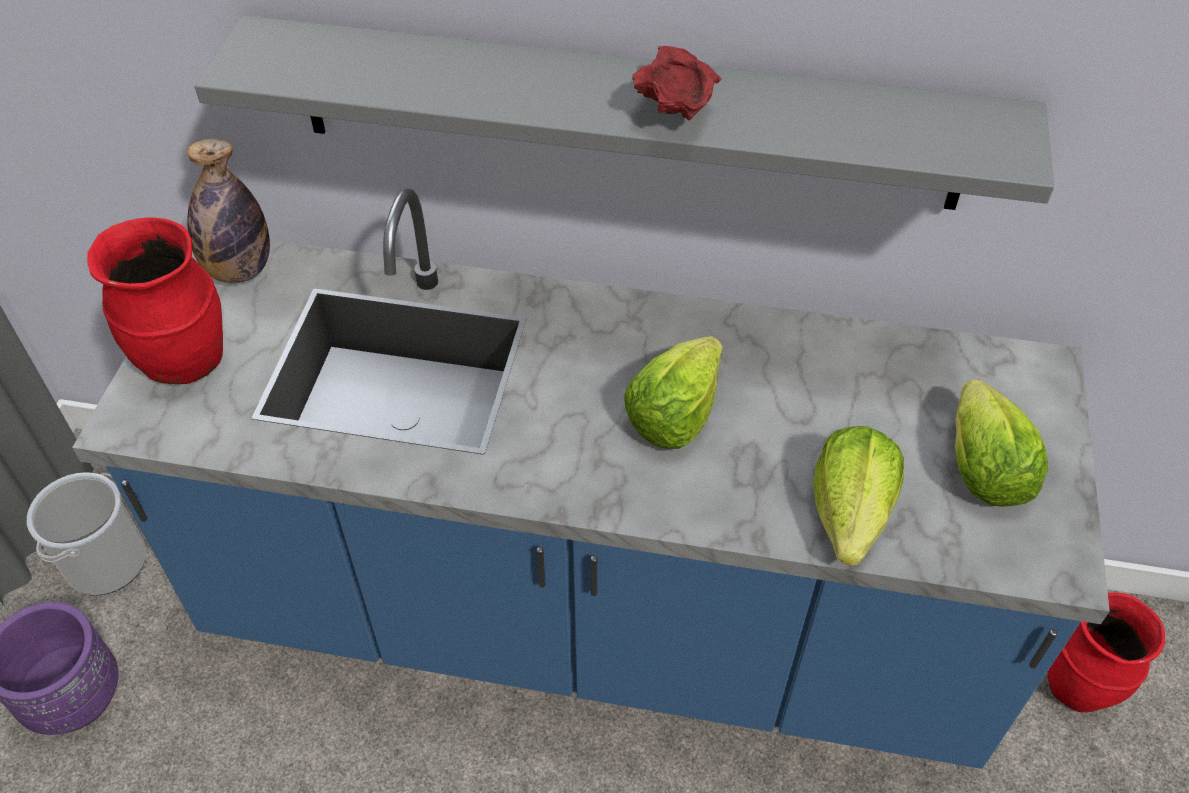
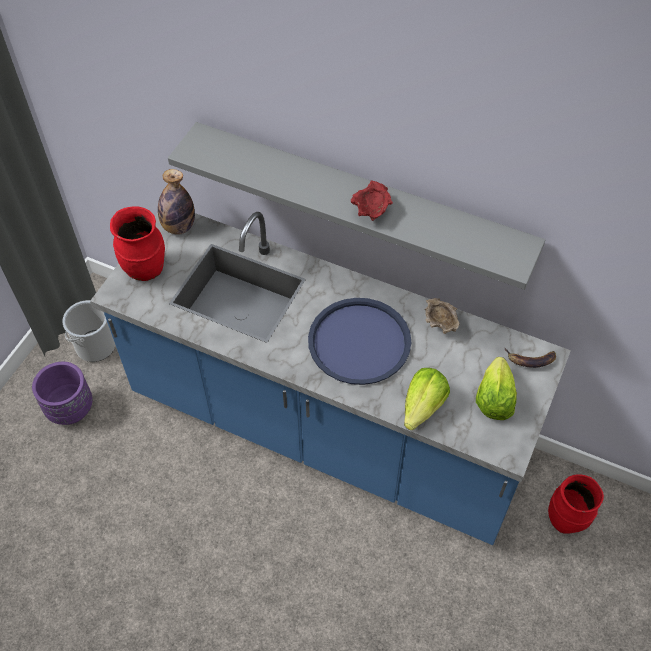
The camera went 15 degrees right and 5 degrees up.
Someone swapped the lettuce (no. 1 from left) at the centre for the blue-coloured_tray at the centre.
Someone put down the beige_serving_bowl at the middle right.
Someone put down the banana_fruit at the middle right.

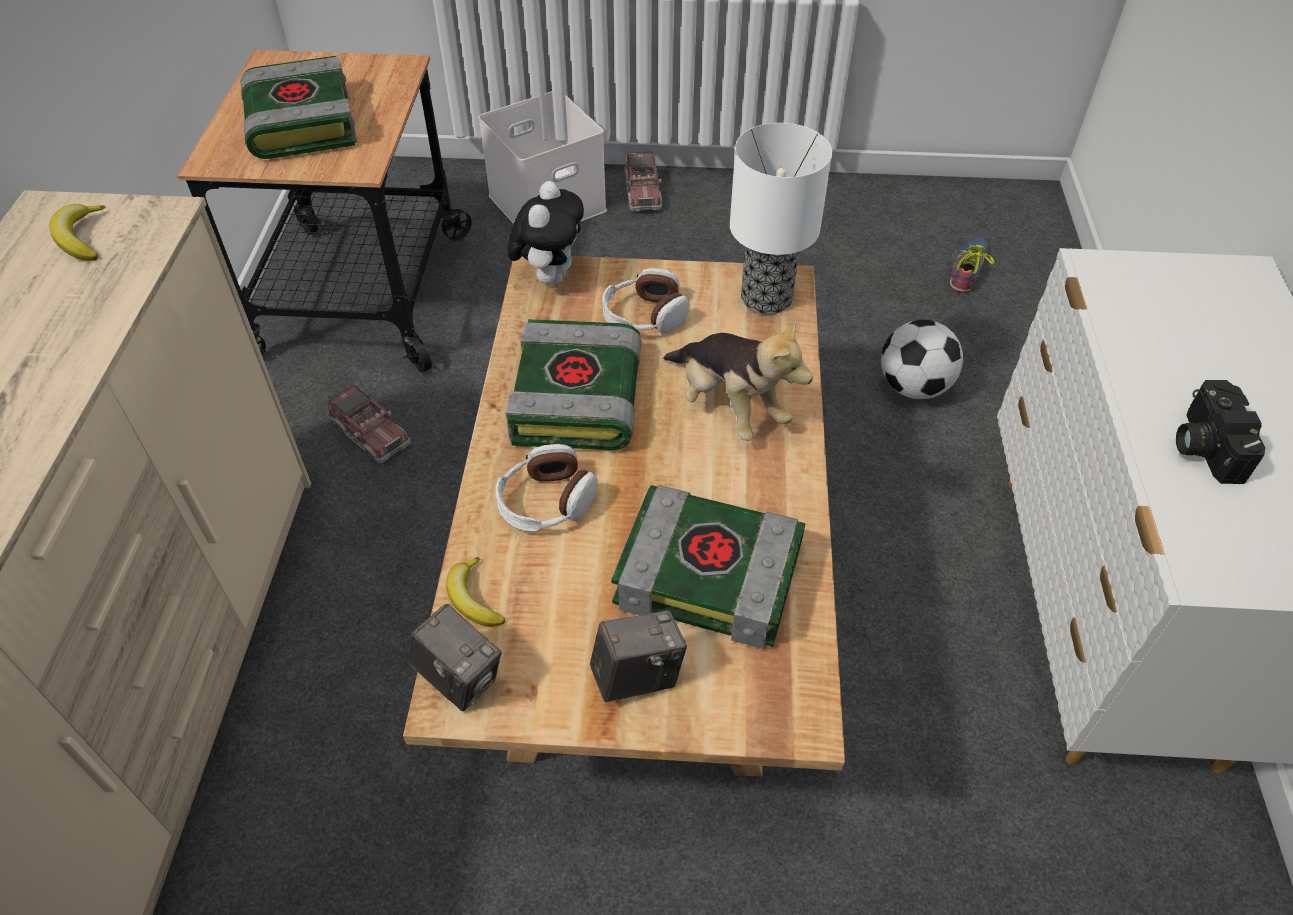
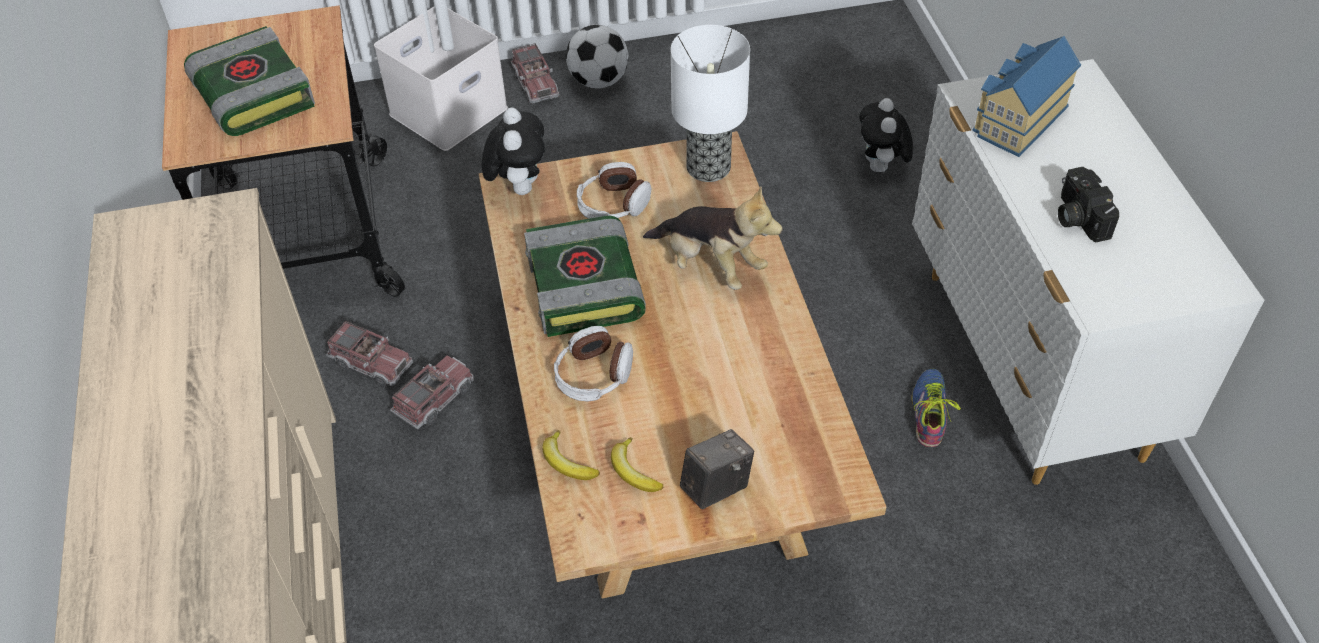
The camera went 15 degrees left and 0 degrees up.
Someone carried the banana_fruit (no. 1 from left in the first image) from the top left to the bottom centre.
Someone carried the low_shoe from the top right to the middle right.
Someone carried the football_ball from the middle right to the top centre.
Someone took away the volume (no. 3 from left) at the centre.
Someone took away the still_camera (no. 1 from left) at the bottom centre.
Someone put down the miniature_house at the top right.
Someone put down the soft_toy (no. 3 from left) at the top right.
Someone put down the model_truck (no. 2 from left) at the middle left.

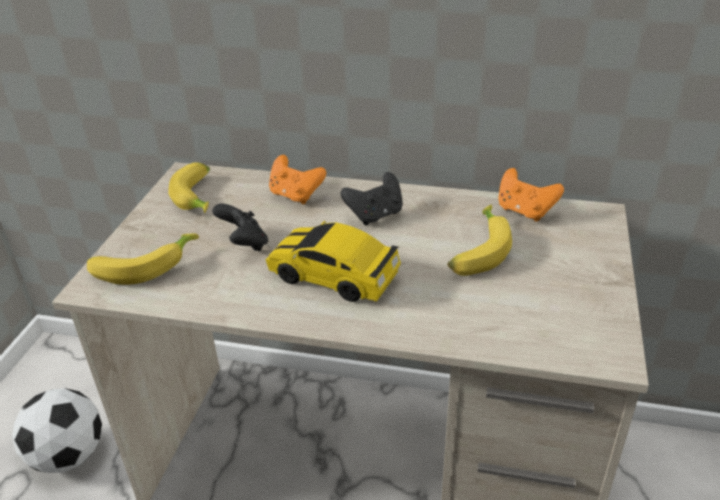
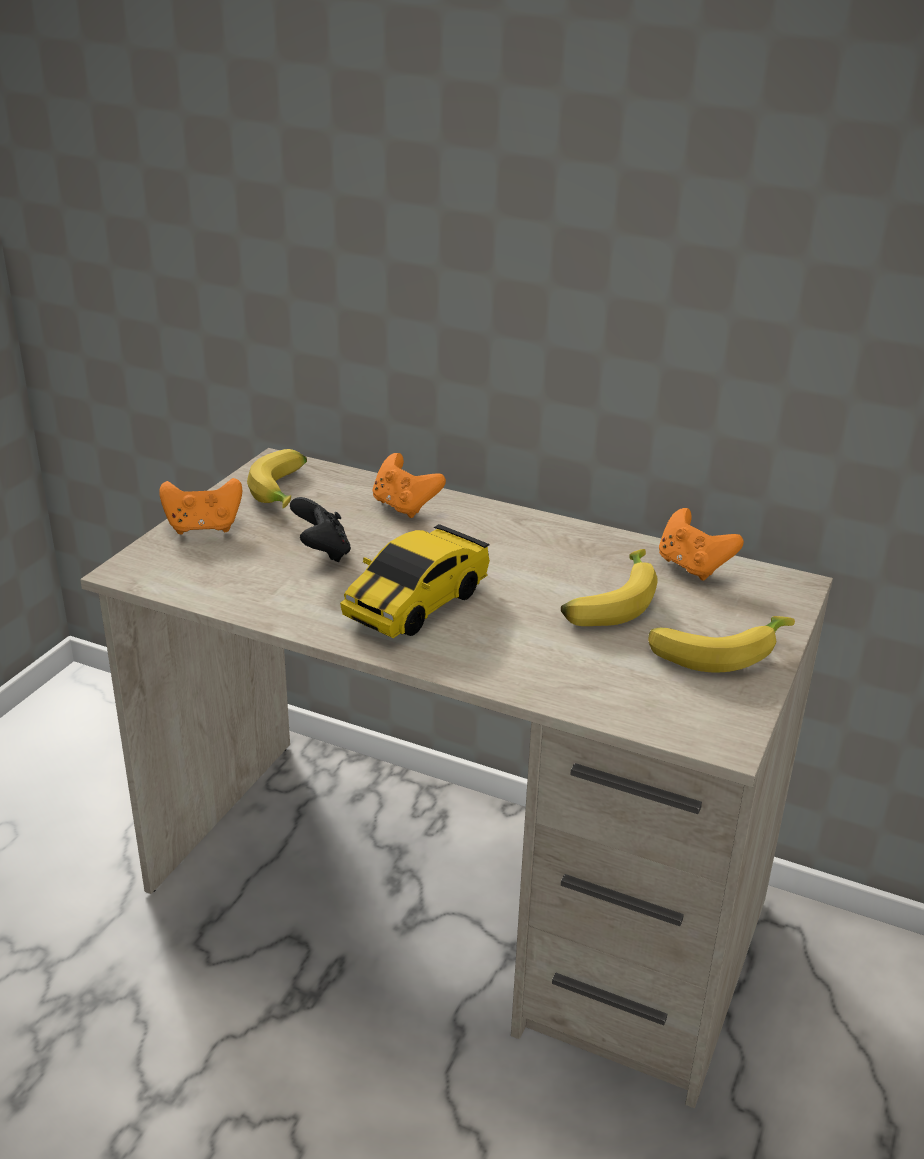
The camera went 10 degrees right and 5 degrees down.
Someone took away the black_joypad (no. 2 from left) at the centre.
Someone rotated the model_car at the centre by 90 degrees counterclockwise.
Someone carried the banana_fruit (no. 1 from left in the first image) from the middle left to the middle right.
Someone took away the football_ball at the bottom left.
Someone put down the orange_joypad (no. 1 from left) at the middle left.

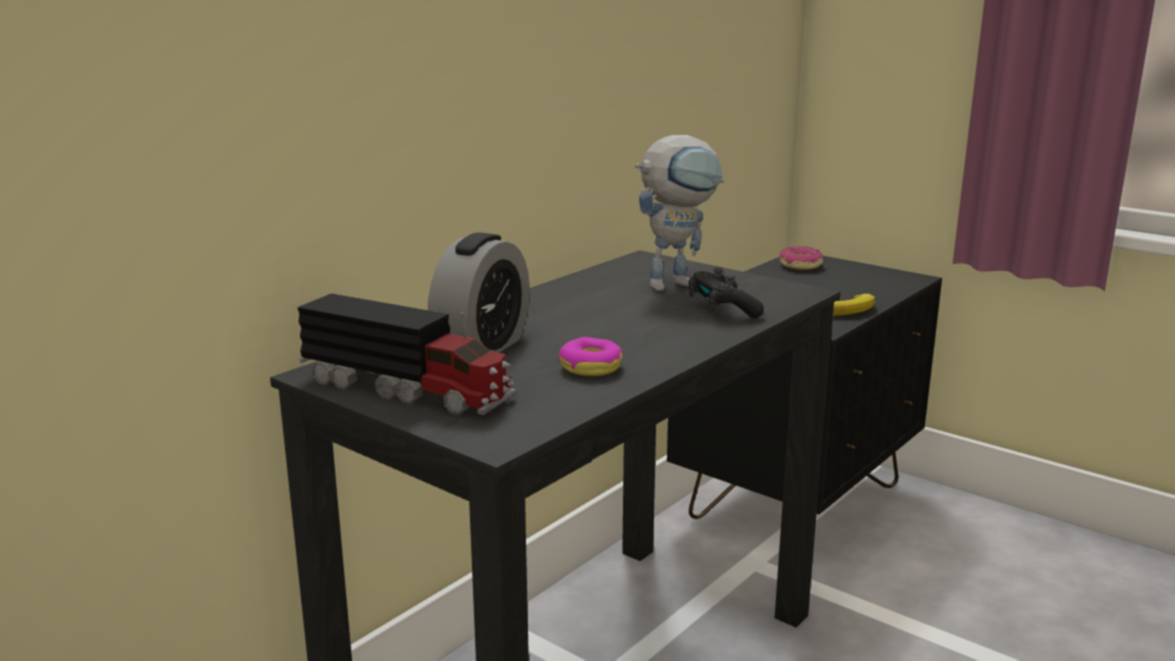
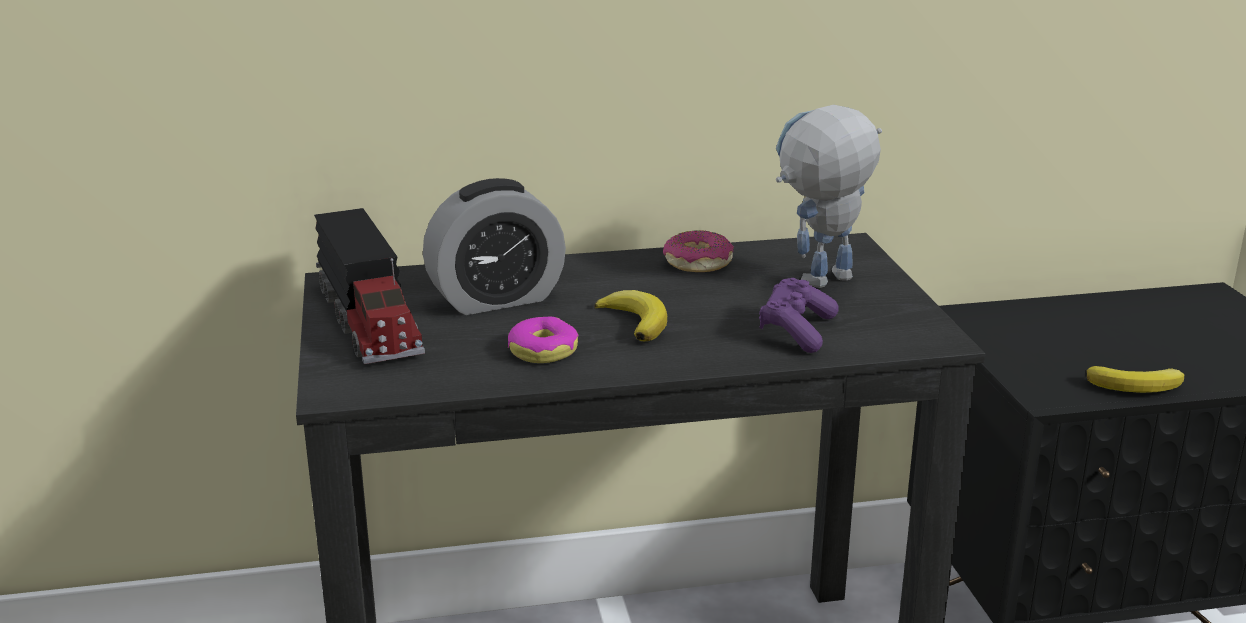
The camera went 40 degrees right and 5 degrees up.
Someone rotated the toy_robot at the top centre by 135 degrees clockwise.
Someone carried the donut (no. 2 from left) from the middle right to the centre.
Someone repainted the black_joypad at the centre, which became the purplish_joypad at the centre.
Someone put down the banana_fruit (no. 1 from left) at the centre.

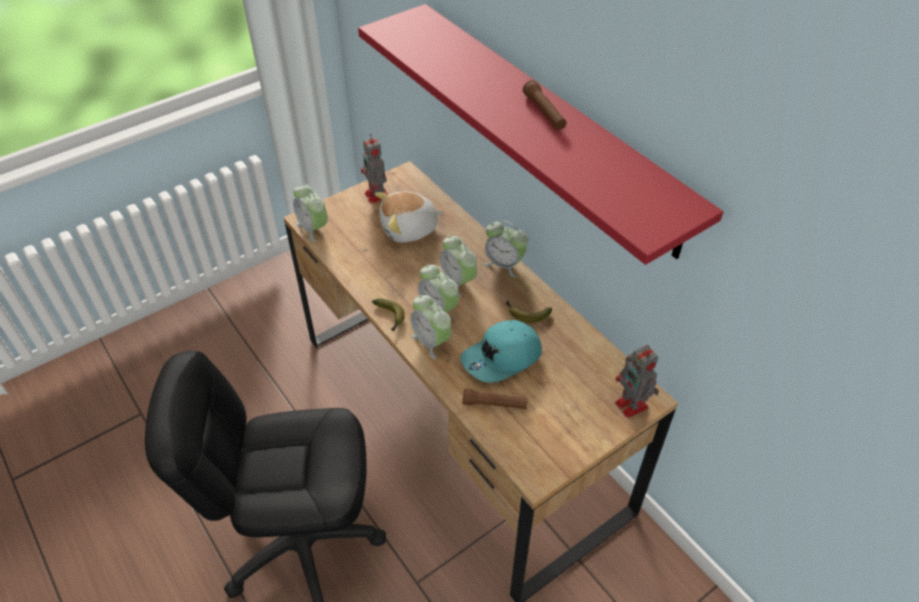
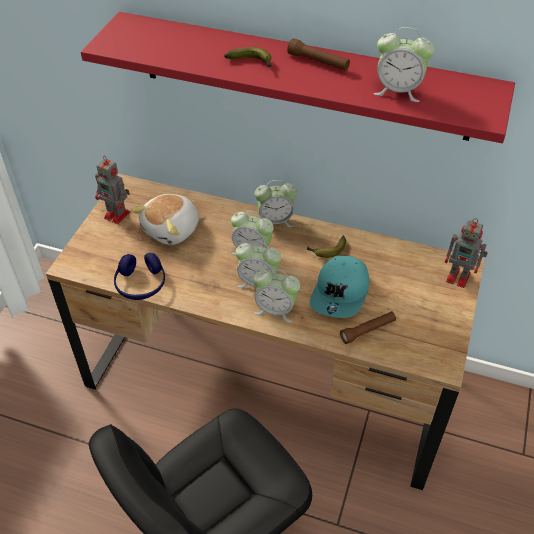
The camera went 35 degrees left and 0 degrees up.
Someone carried the alarm_clock (no. 1 from left in the first image) from the centre to the top right.
Someone carried the banana_fruit (no. 1 from left) from the centre to the top centre.
Someone put down the blue-coloured_pair_of_headphones at the middle left.

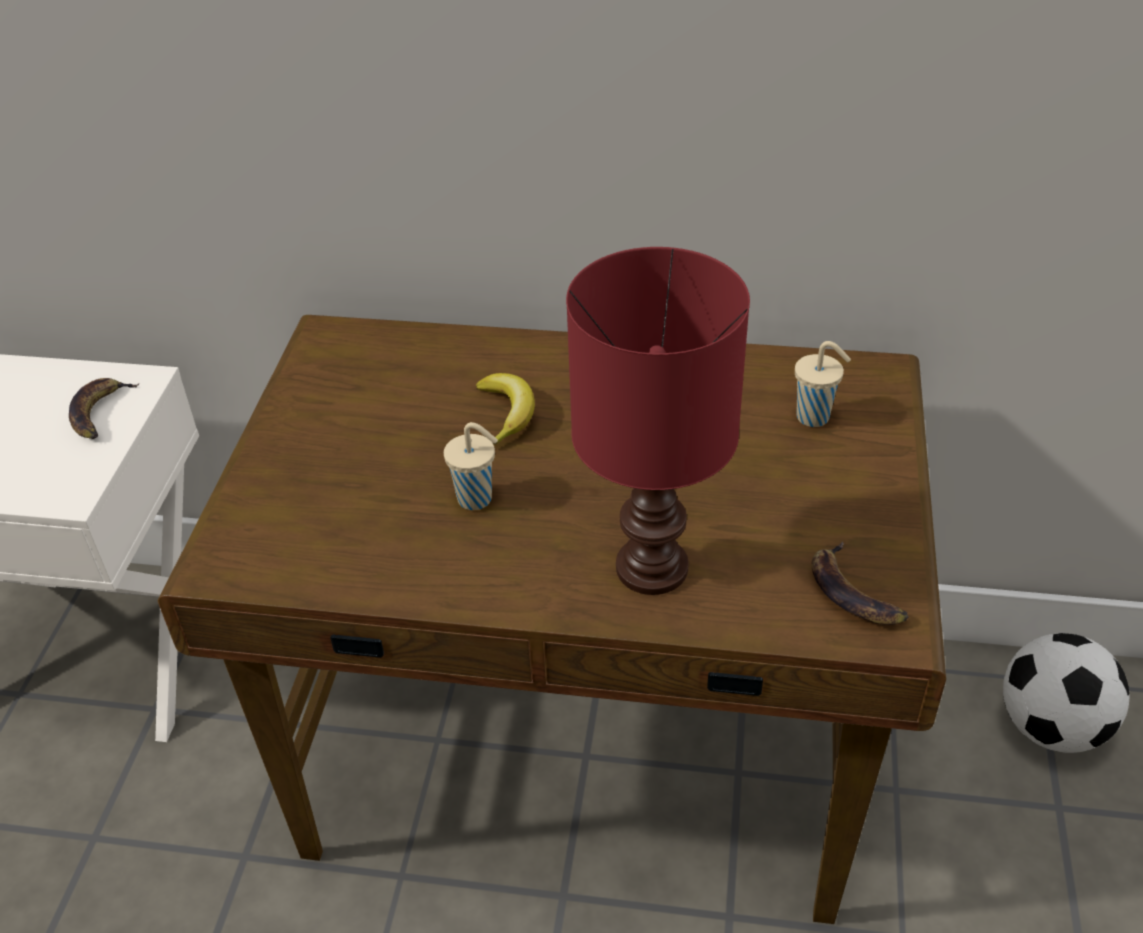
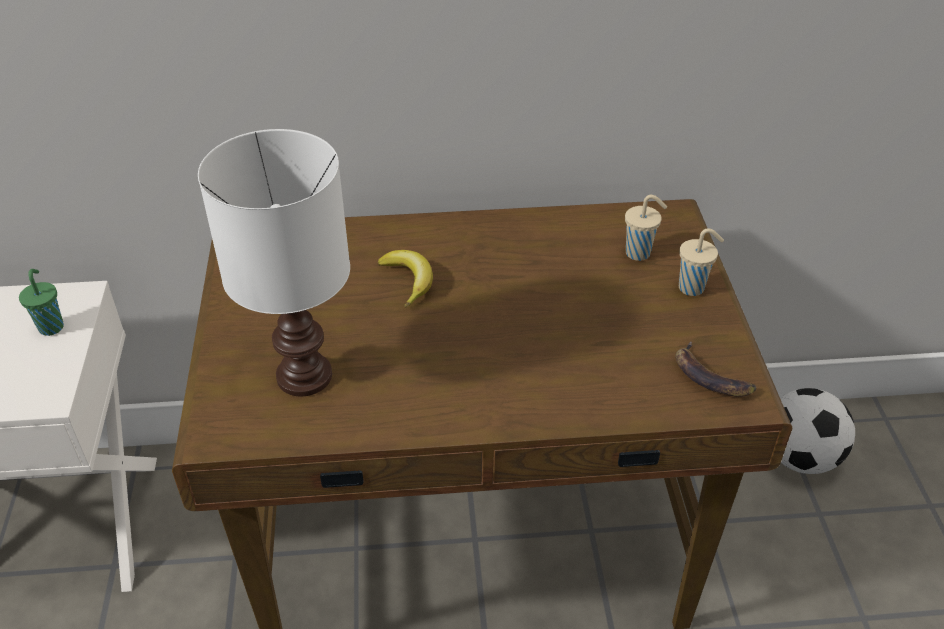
The camera went 15 degrees left and 0 degrees up.
Someone took away the red_table_lamp at the centre.
Someone swapped the banana_fruit (no. 1 from left) at the middle left for the green_small_cup at the middle left.
Someone carried the beige_small_cup (no. 1 from left in the first image) from the centre to the middle right.
Someone put down the white_table_lamp at the middle left.

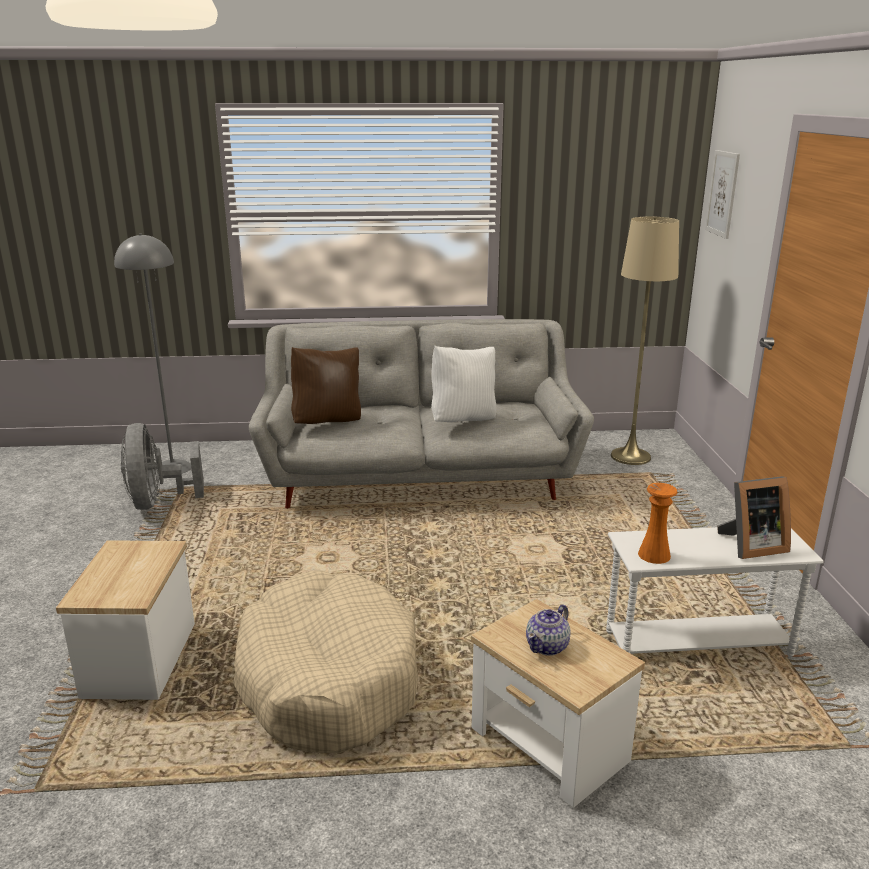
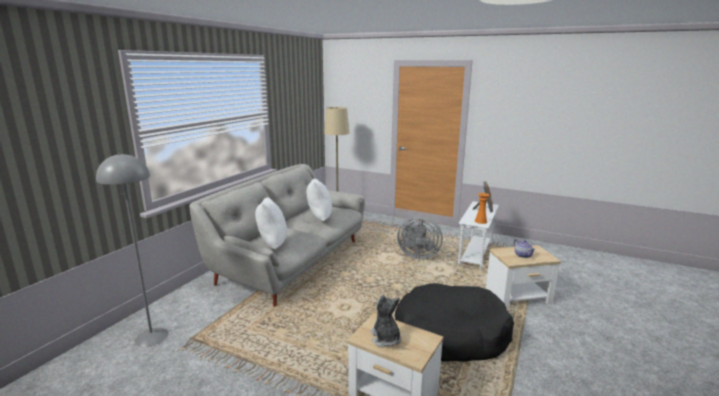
The camera went 60 degrees left and 5 degrees down.
Someone took away the picture at the top right.
Someone repainted the brownish_pillow at the centre, which became the white_pillow (no. 1 from left) at the centre.
Someone carried the grey_fan from the middle left to the centre.
Someone repainted the beige_dog_cushion at the bottom centre, which became the black_dog_cushion at the bottom centre.
Someone put down the soft_toy at the bottom centre.

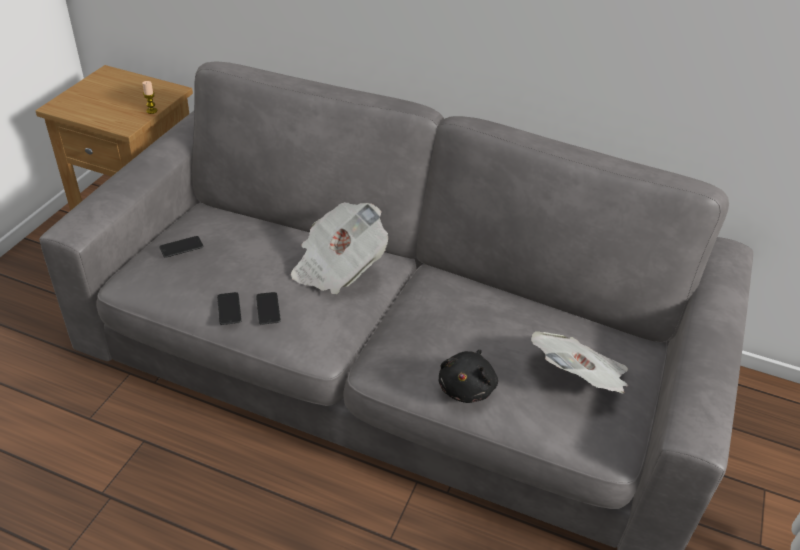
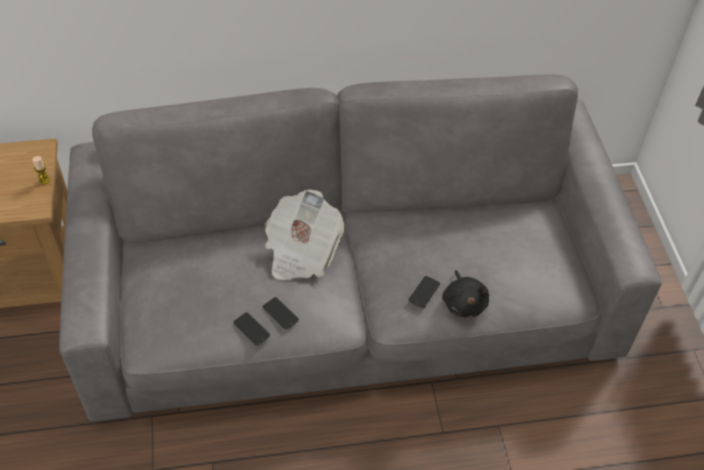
The camera went 30 degrees left and 10 degrees up.
Someone carried the telephone (no. 1 from left in the first image) from the middle left to the centre.
Someone took away the newspaper (no. 2 from left) at the middle right.

